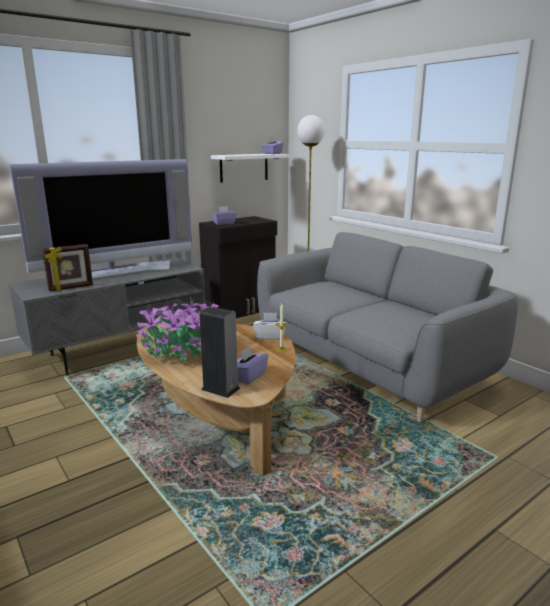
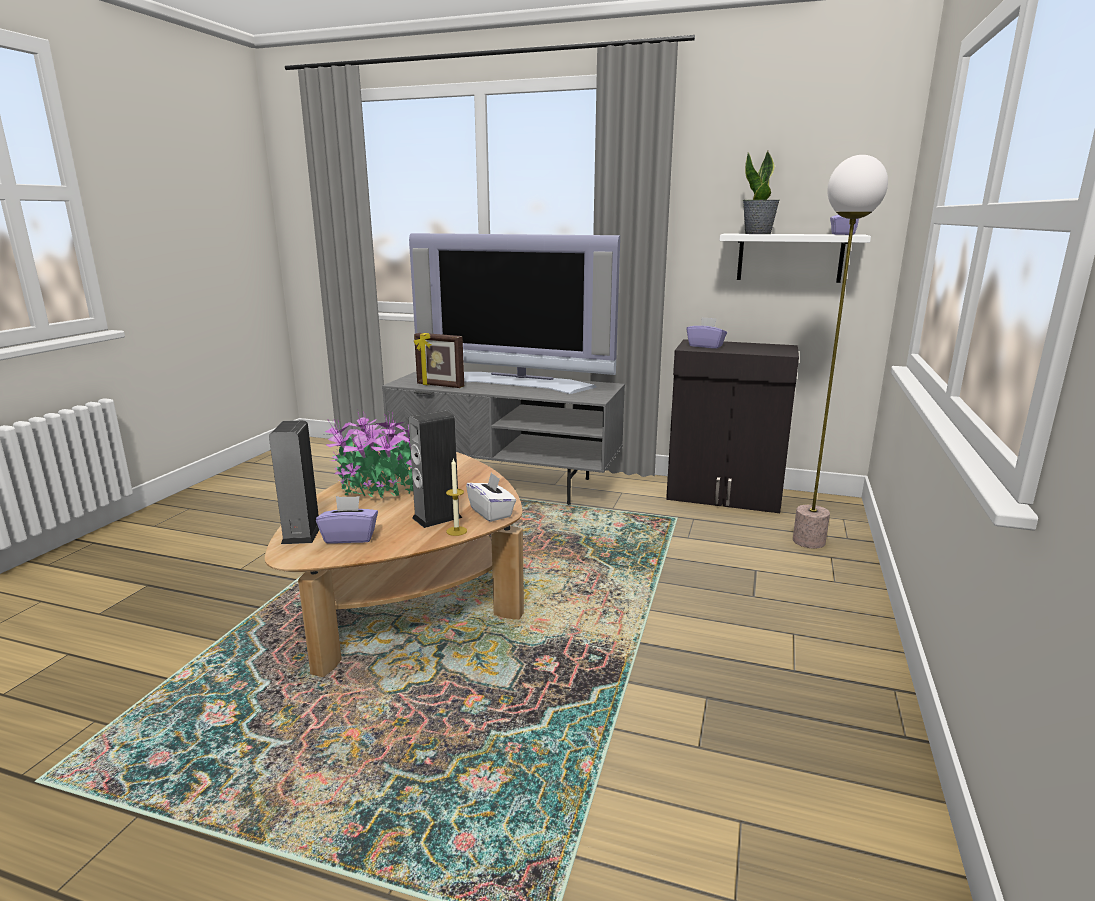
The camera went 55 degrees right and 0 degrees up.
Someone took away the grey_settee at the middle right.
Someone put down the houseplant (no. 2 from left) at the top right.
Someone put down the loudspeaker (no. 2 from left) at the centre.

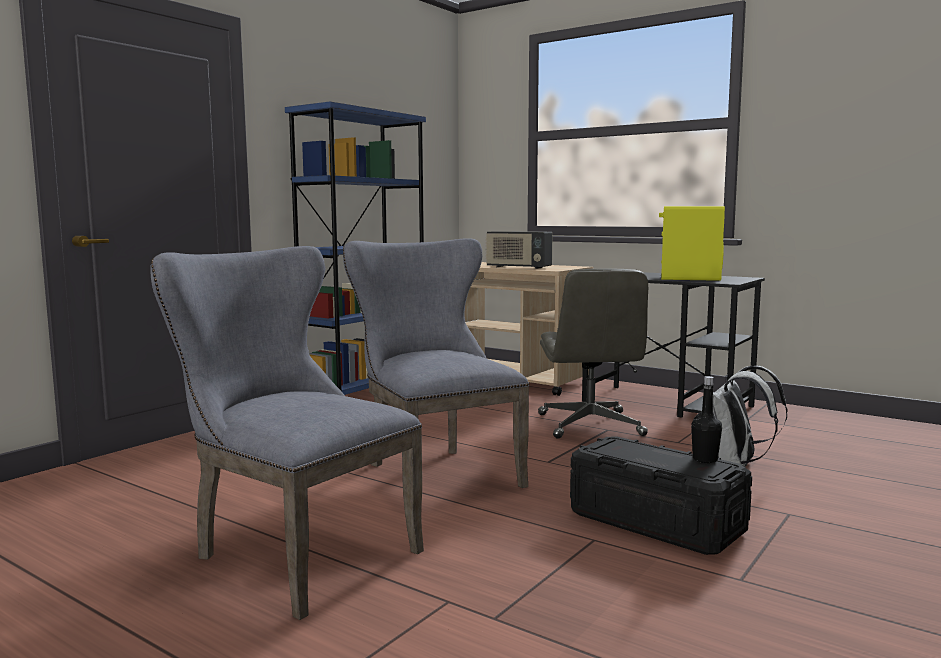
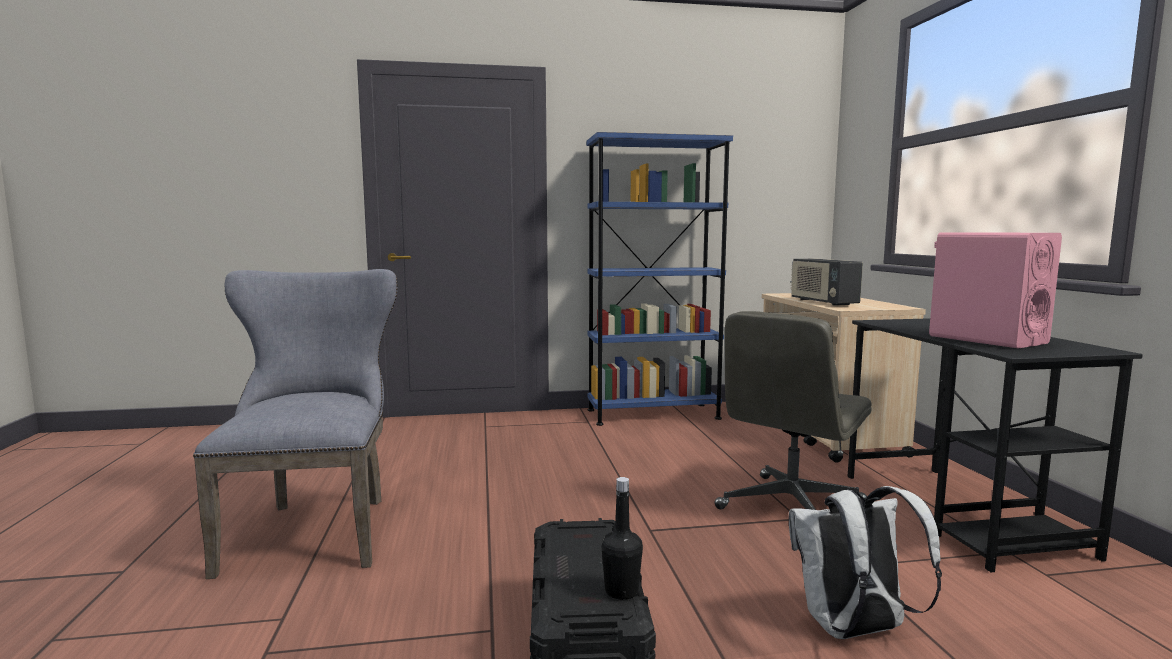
The camera went 45 degrees right and 0 degrees up.
Someone repainted the yellow_loudspeaker at the middle right, which became the pink_loudspeaker at the middle right.
Someone took away the grey_plain_chair (no. 2 from left) at the centre.

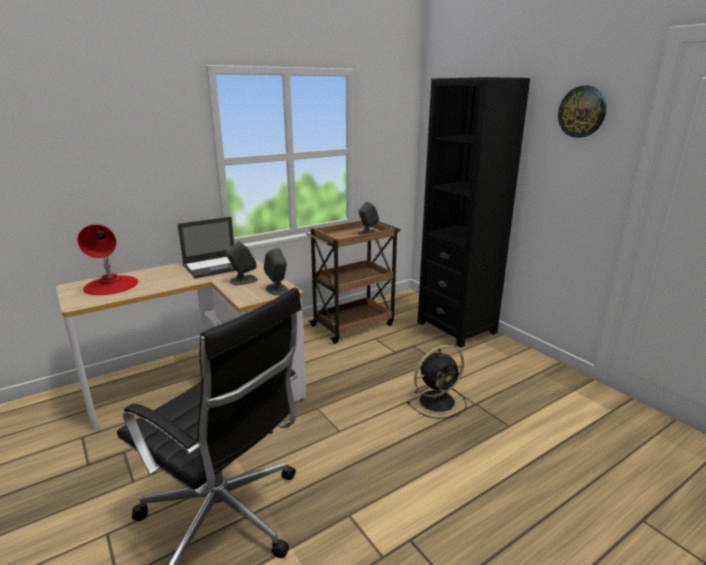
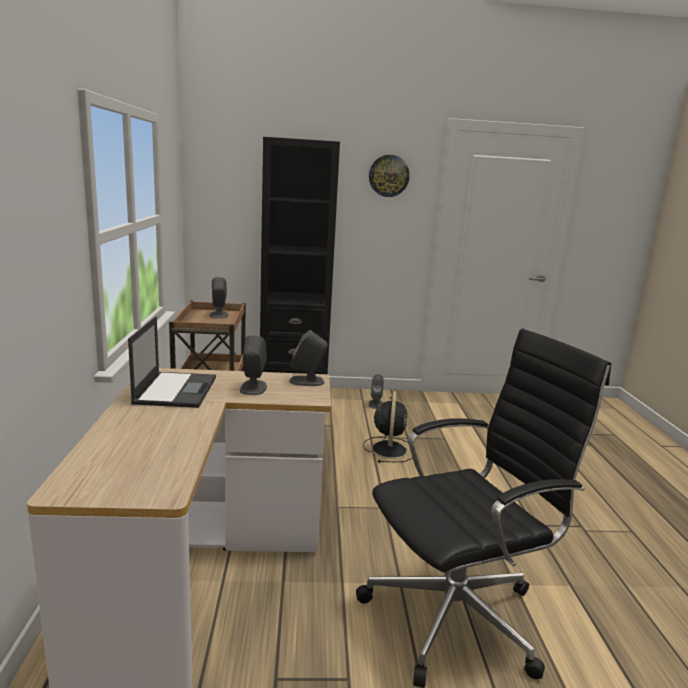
The camera went 60 degrees left and 5 degrees down.
Someone took away the red_table_lamp at the middle left.
Someone put down the grey_loudspeaker (no. 4 from left) at the centre.

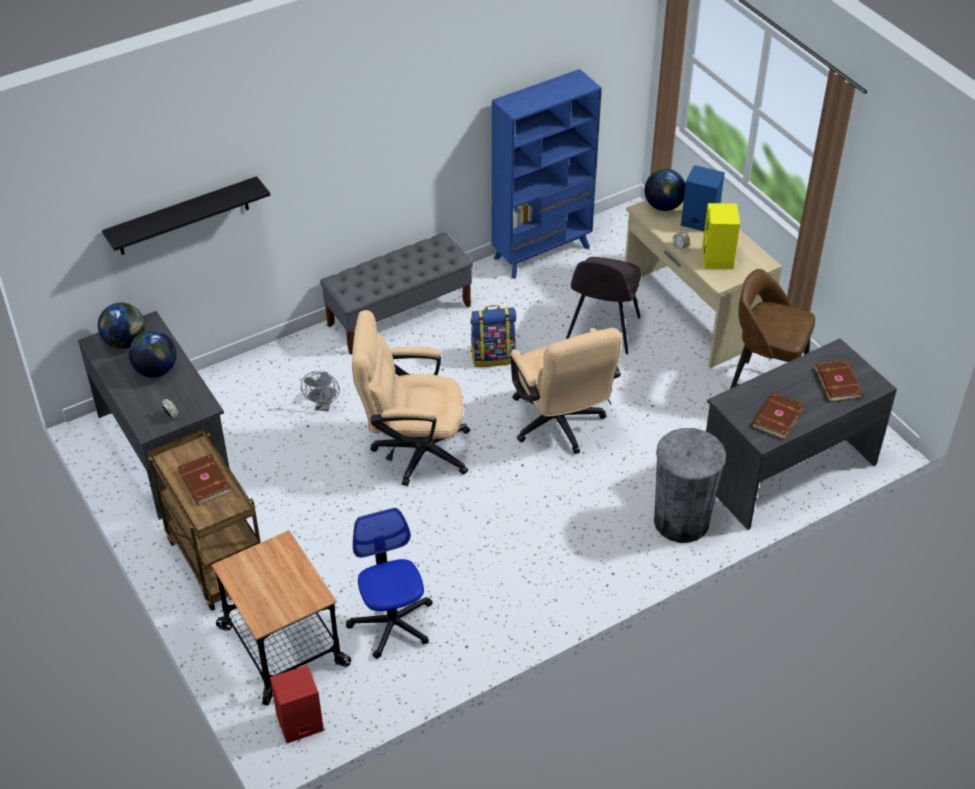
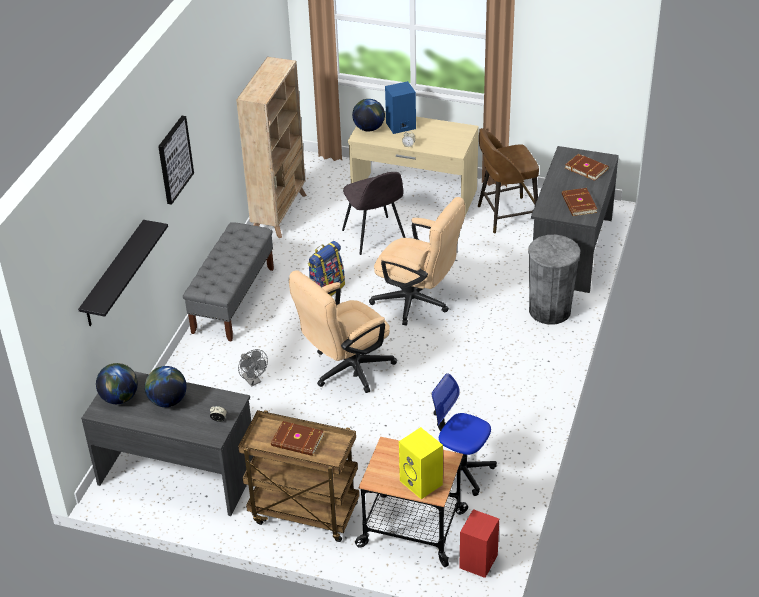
The camera went 40 degrees left and 5 degrees down.
Someone repainted the blue-coloured_bookcase at the top centre, which became the beige_bookcase at the top centre.
Someone carried the yellow_loudspeaker from the top right to the bottom centre.
Someone put up the picture at the top left.

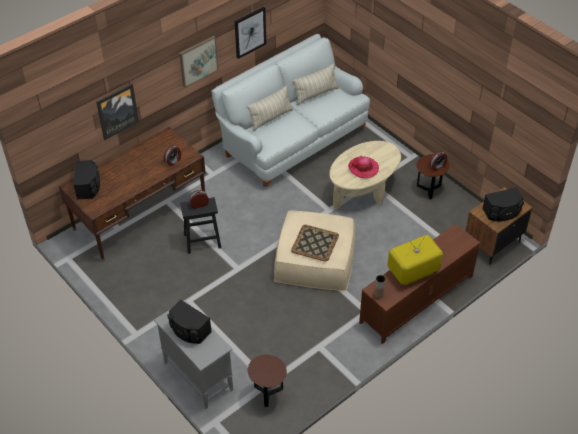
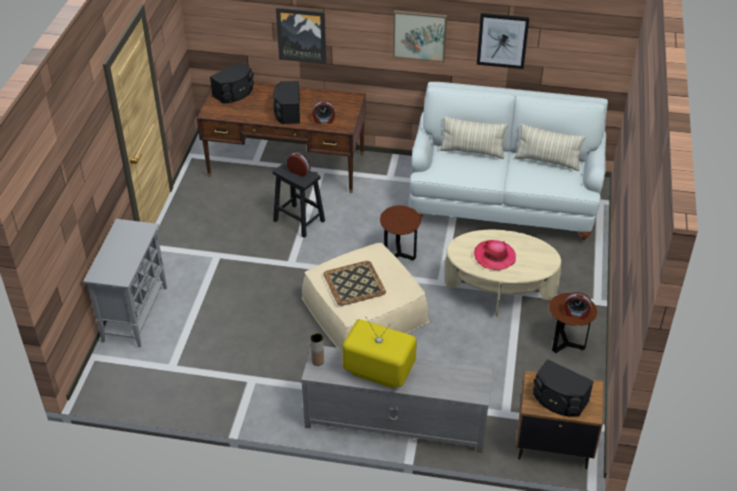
The camera went 50 degrees right and 5 degrees down.
Someone repainted the brownish_tv_unit at the middle right, which became the grey_tv_unit at the bottom centre.
Someone carried the black_loudspeaker (no. 2 from left) from the bottom left to the top centre.
Someone carried the brownish_accent_table (no. 1 from left) from the bottom centre to the centre.

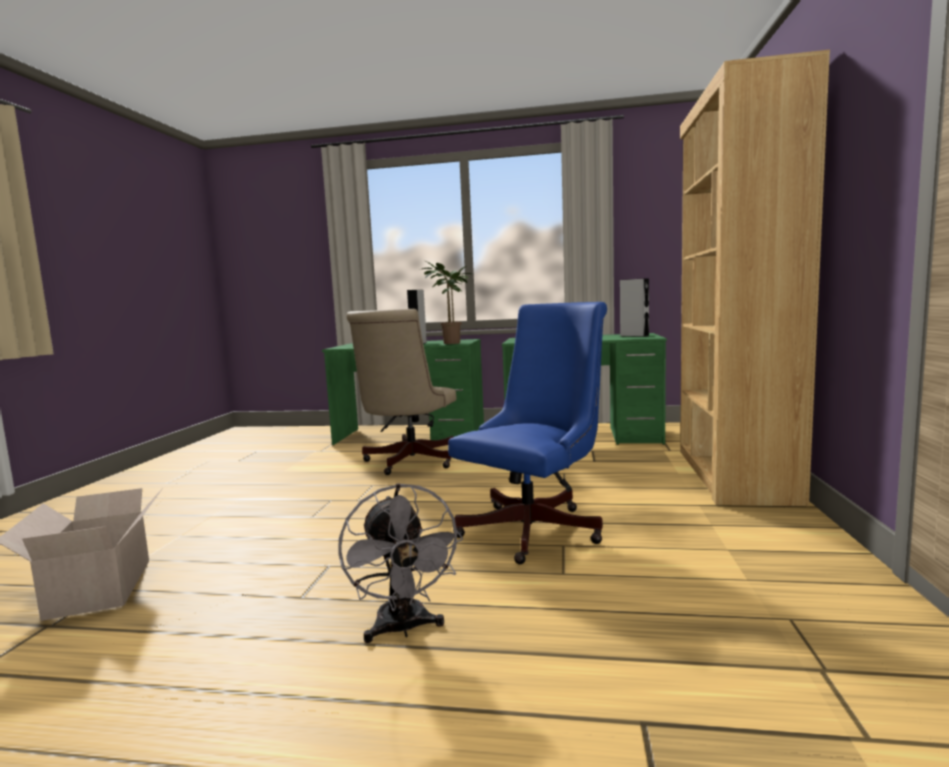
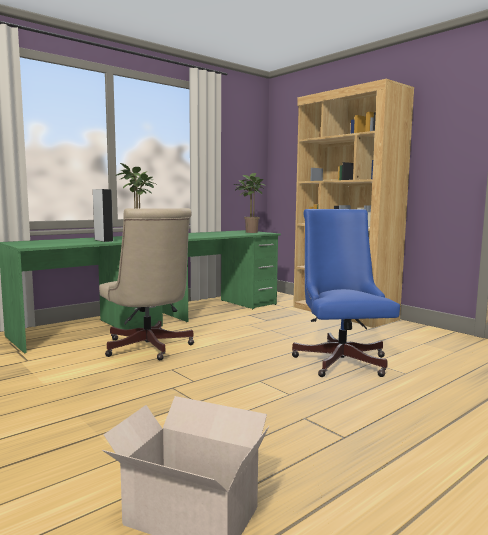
The camera went 50 degrees left and 0 degrees up.
Someone swapped the grey_loudspeaker (no. 2 from left) at the middle right for the houseplant (no. 2 from left) at the centre.
Someone took away the grey_fan at the bottom centre.

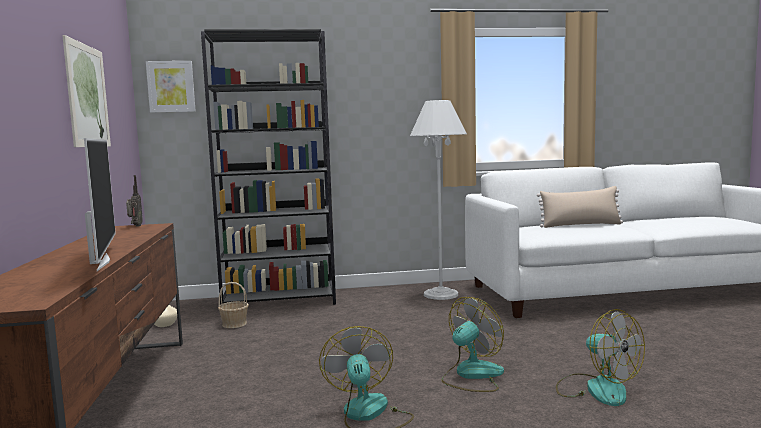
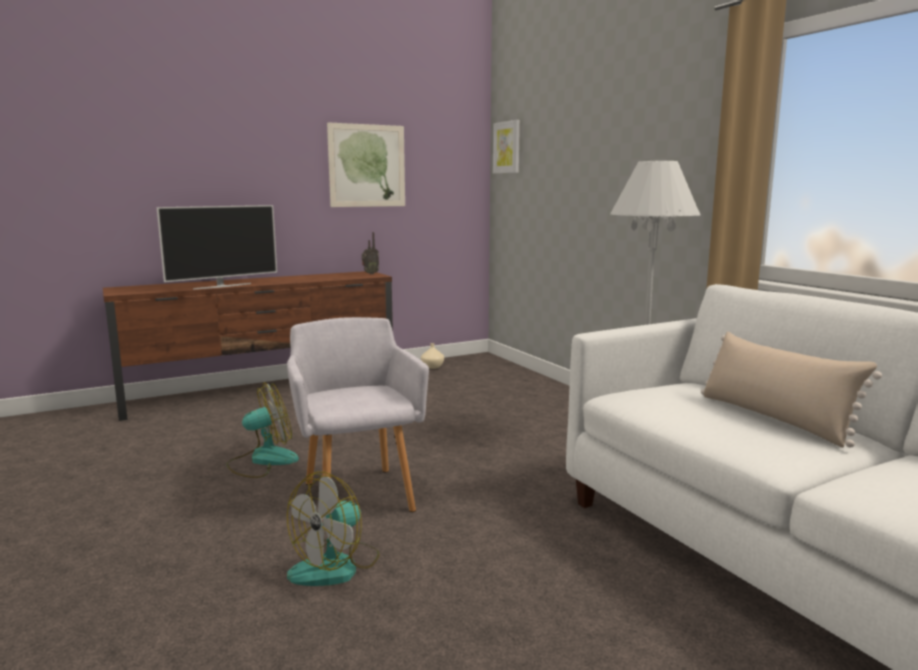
The camera went 70 degrees right and 5 degrees up.
Someone took away the black_bookcase at the centre.
Someone took away the basket at the bottom left.
Someone swapped the fan (no. 2 from left) at the bottom centre for the grey_lounge_chair at the centre.

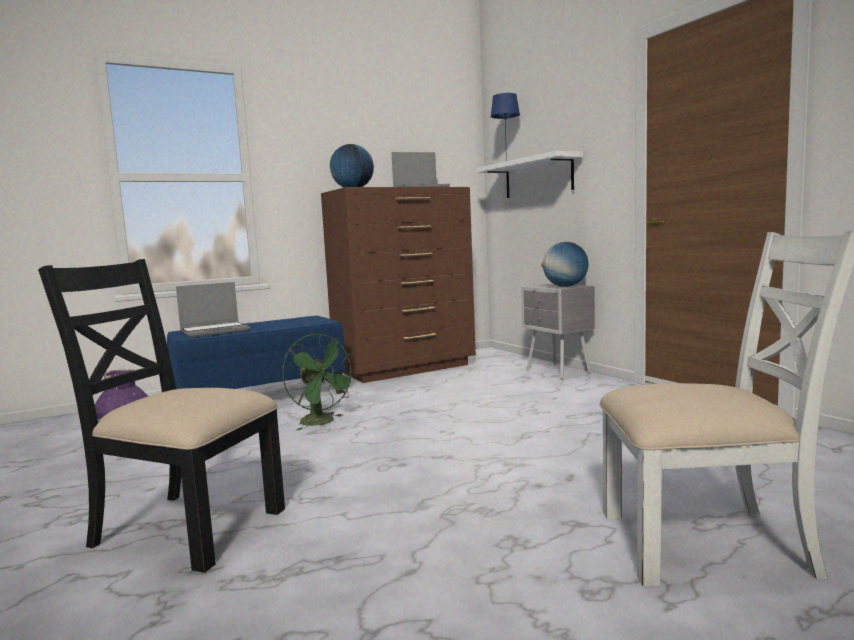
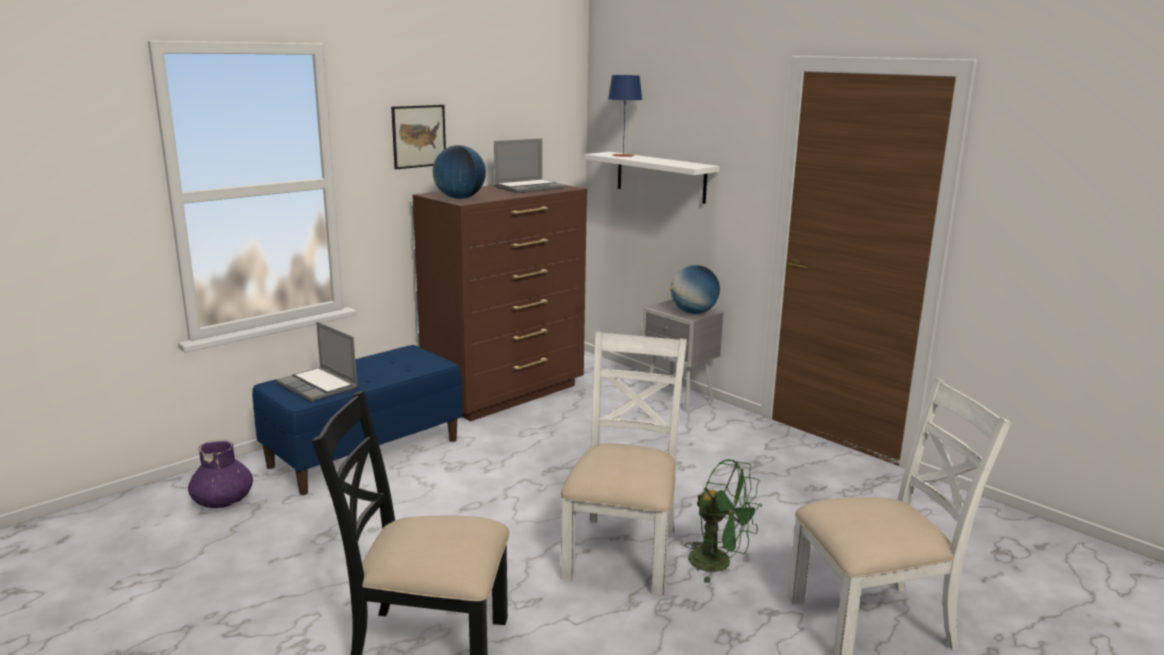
The camera went 15 degrees left and 10 degrees up.
Someone rotated the notebook_computer (no. 1 from left) at the middle left by 90 degrees clockwise.
Someone carried the green_fan from the centre to the bottom centre.
Someone put up the picture at the top centre.
Someone put down the white_plain_chair (no. 1 from left) at the bottom centre.

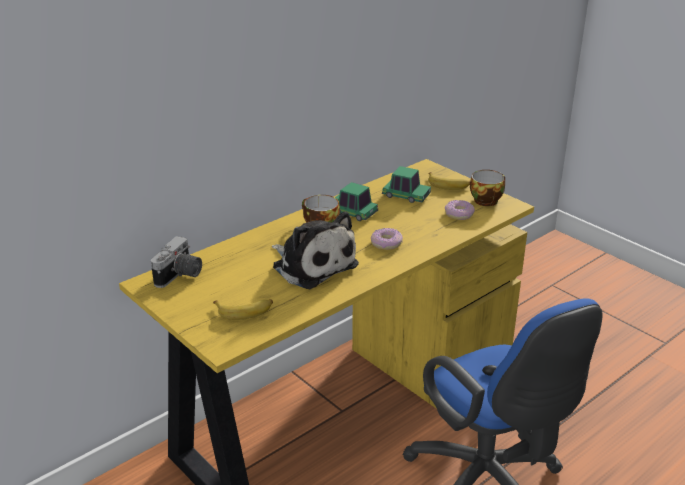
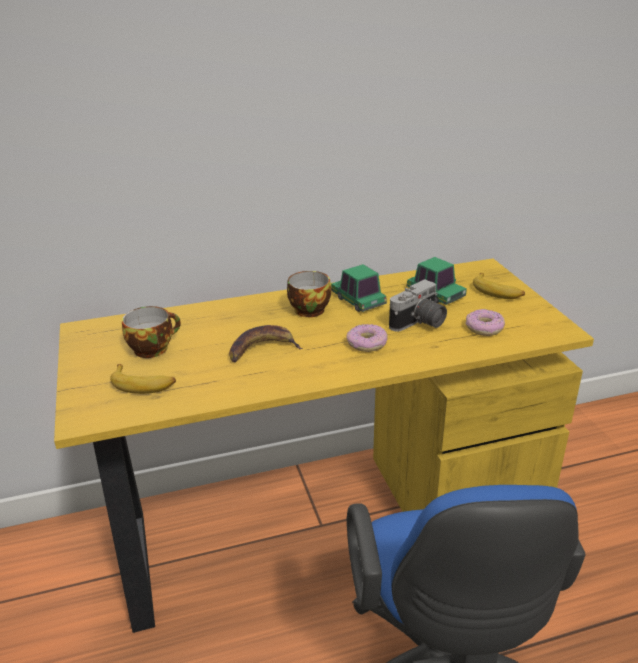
The camera went 25 degrees right and 0 degrees up.
Someone carried the small_cup (no. 2 from left in the first image) from the middle right to the middle left.
Someone swapped the soft_toy at the centre for the banana_fruit (no. 2 from left) at the centre.
Someone carried the still_camera from the middle left to the centre.

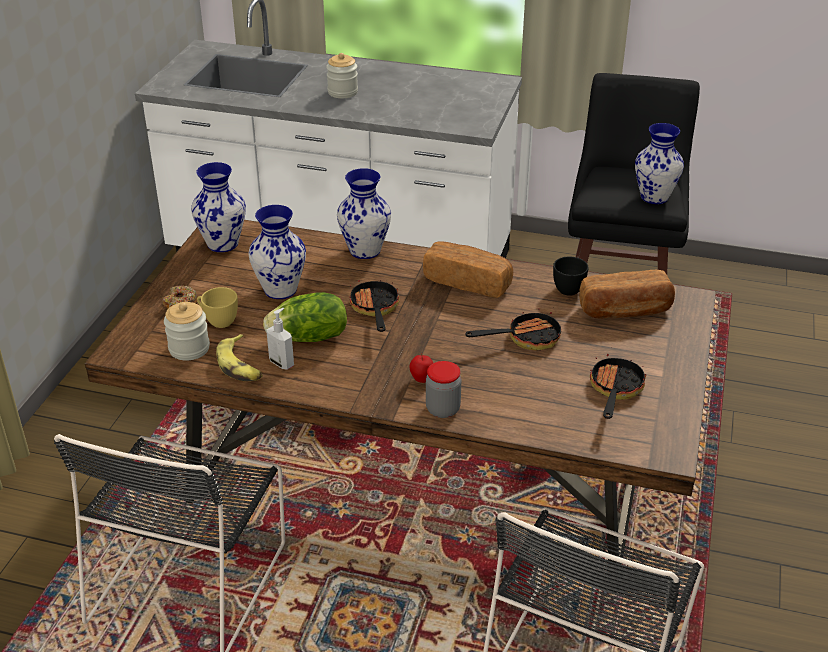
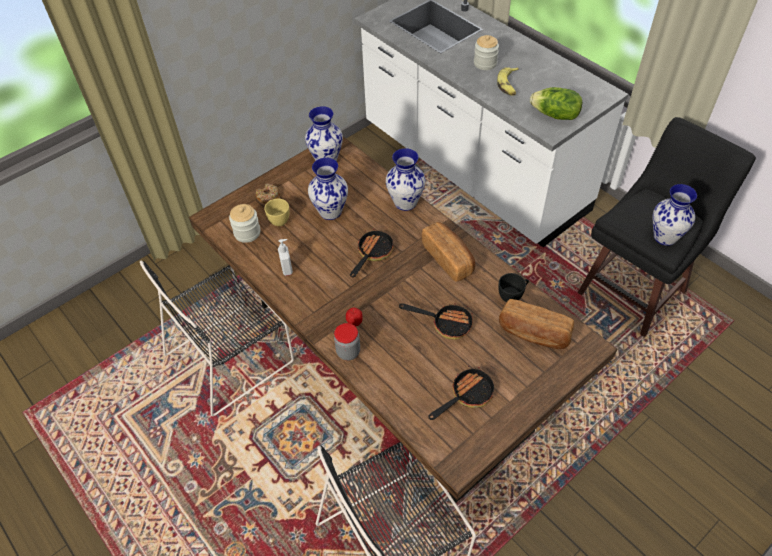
The camera went 35 degrees right and 15 degrees up.
Someone carried the lettuce from the centre to the top right.
Someone carried the banana_fruit from the middle left to the top centre.

